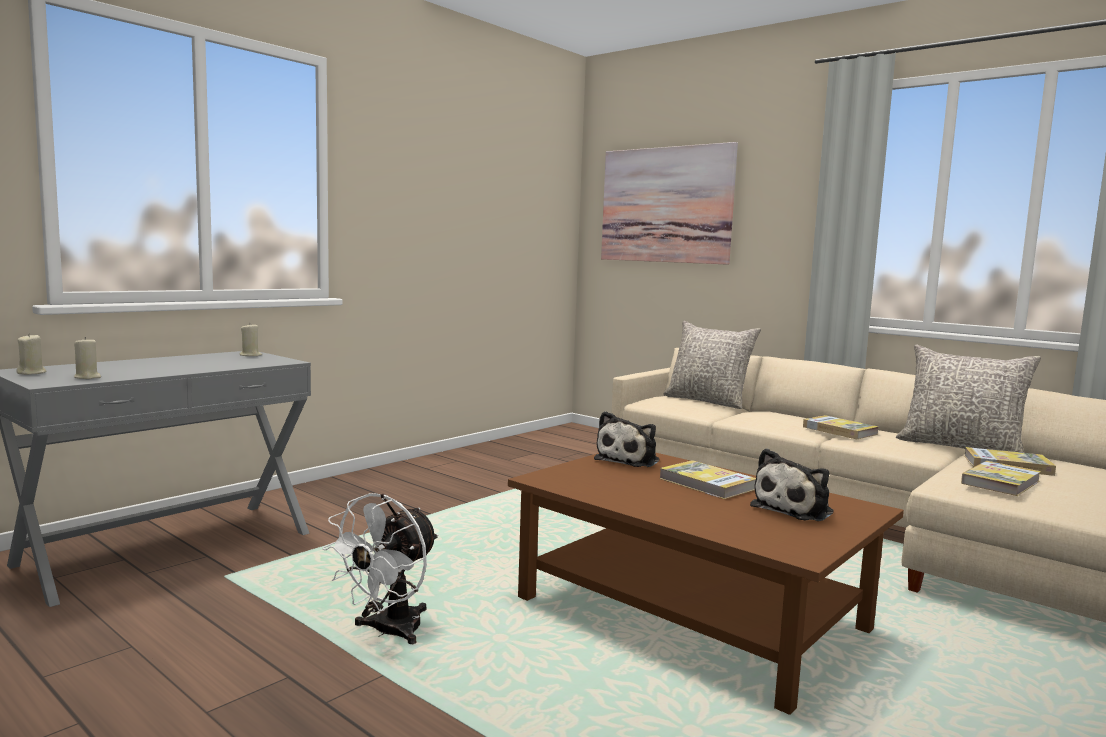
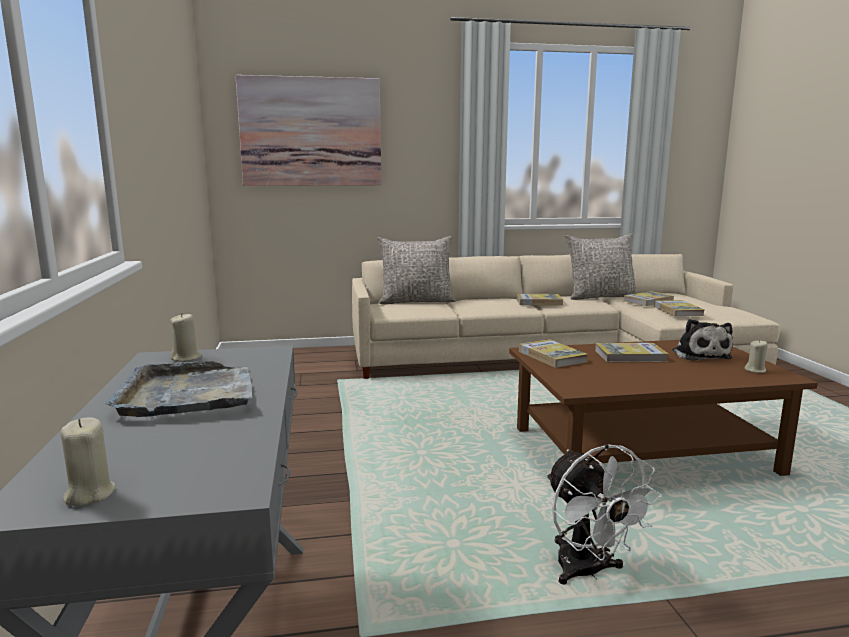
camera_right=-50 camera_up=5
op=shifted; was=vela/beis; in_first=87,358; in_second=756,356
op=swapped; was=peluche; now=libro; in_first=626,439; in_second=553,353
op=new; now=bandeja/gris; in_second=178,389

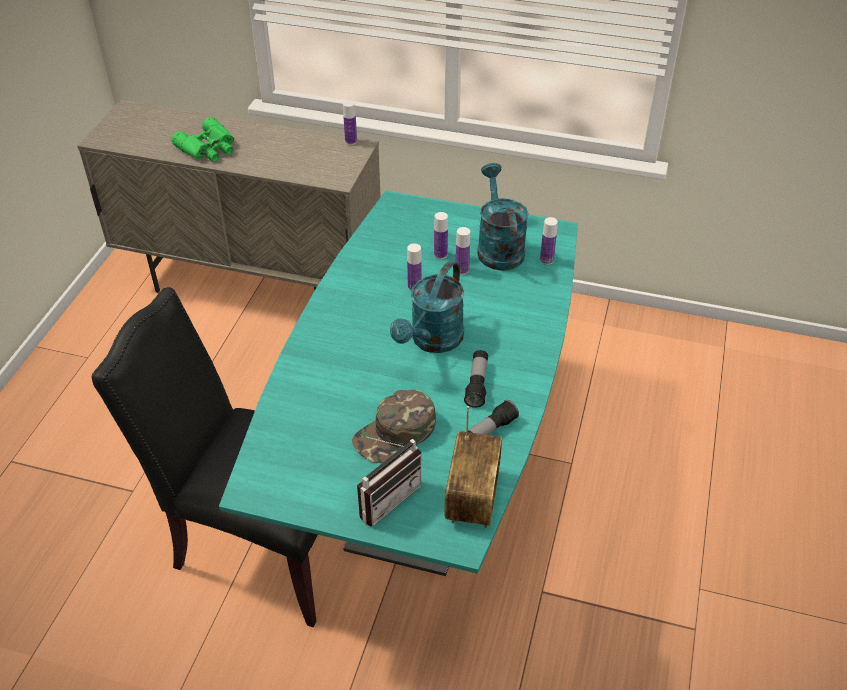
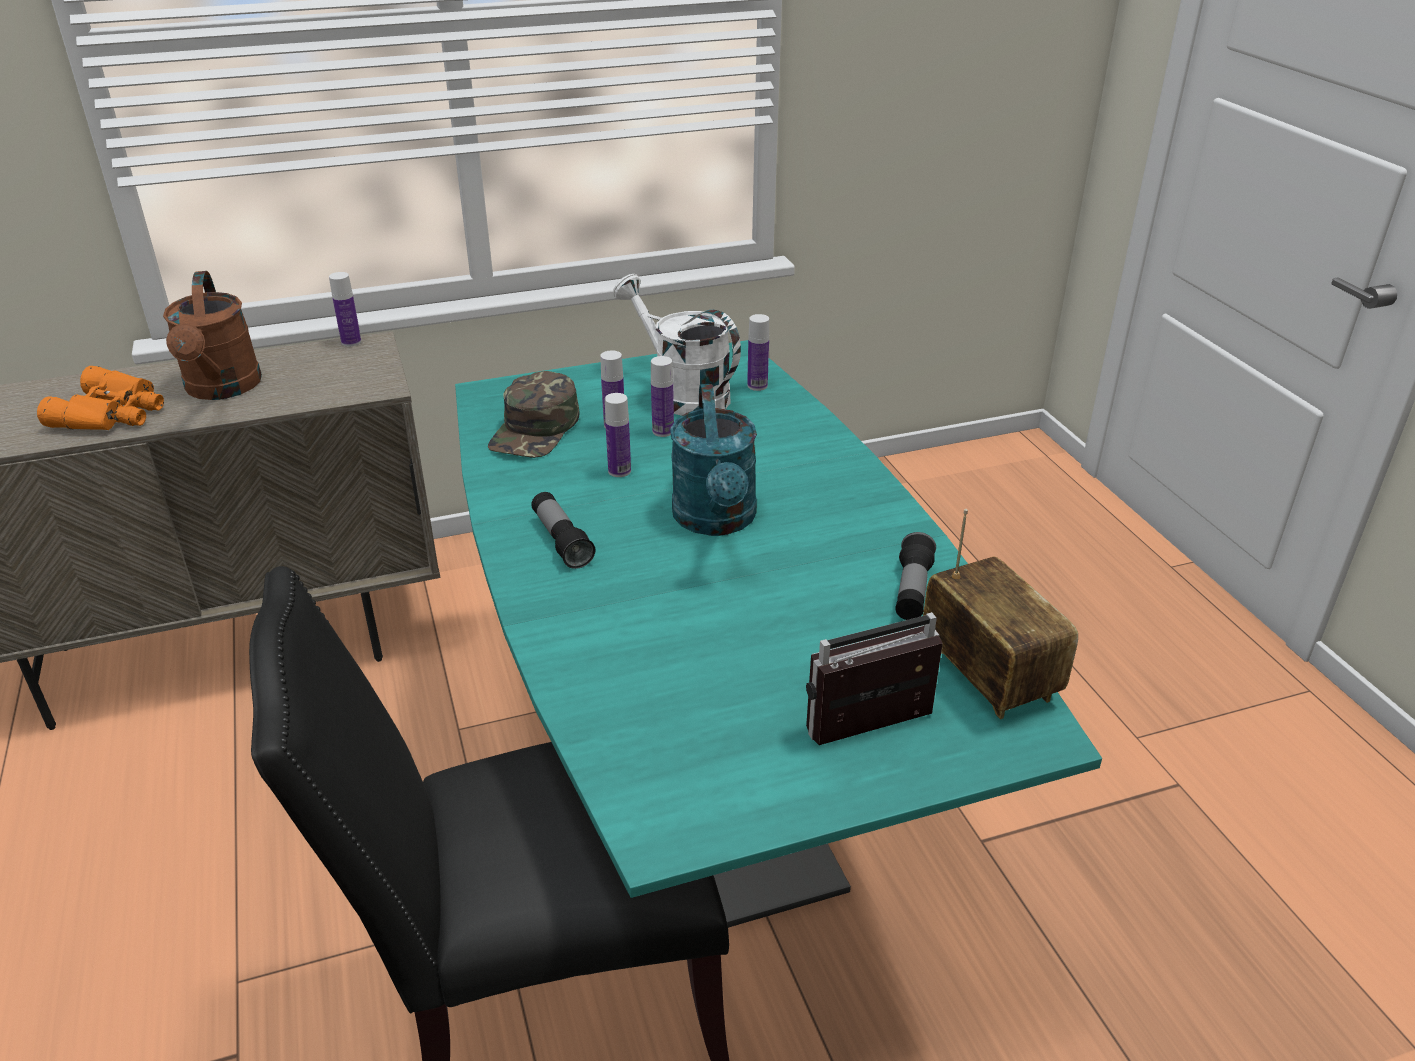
camera_right=-35 camera_up=-10
op=repainted; was=prismáticos/verde; now=prismáticos/naranja; in_first=203,139; in_second=100,398
op=repainted; was=regadera/turquesa; now=regadera/blanco; in_first=503,217; in_second=677,345
op=shifted; was=linterna; in_first=476,379; in_second=563,530
op=shifted; was=gorra/verde; in_first=394,426; in_second=533,414
op=rotated; was=radio; in_first=389,481; in_second=874,678; clockwise=-120
op=new; now=regadera/marrón; in_second=212,335

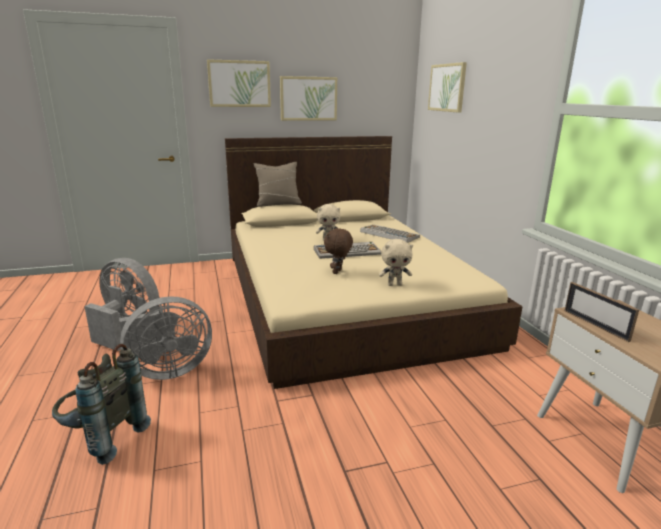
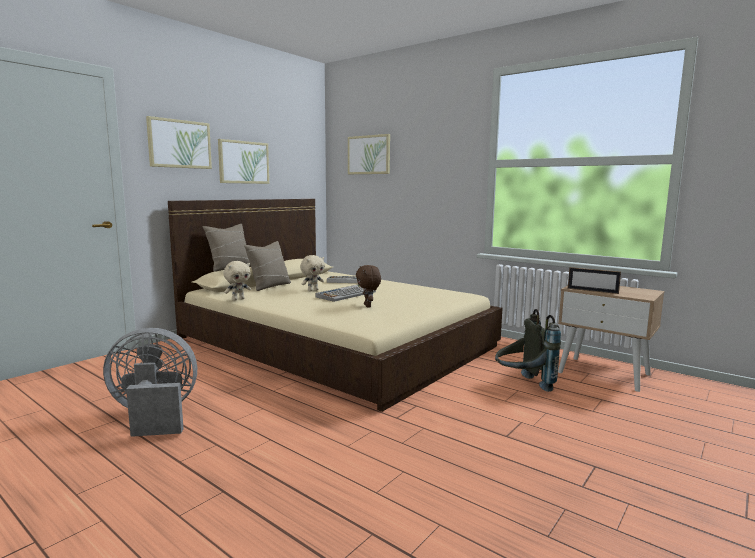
camera_right=-35 camera_up=-10
op=shifted; was=peluche/beis; in_first=396,262; in_second=237,281
op=gone; was=ventilador/gris; in_first=165,338
op=shifted; was=mochila/gris; in_first=101,404; in_second=528,350
op=new; now=cojín/beis; in_second=267,266

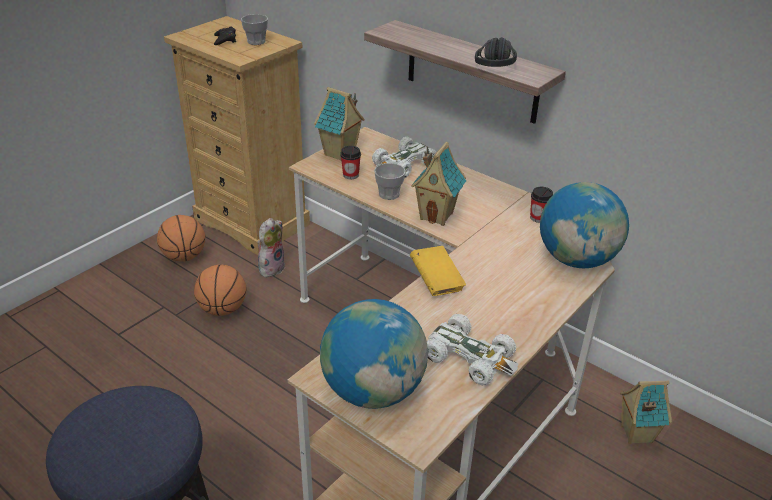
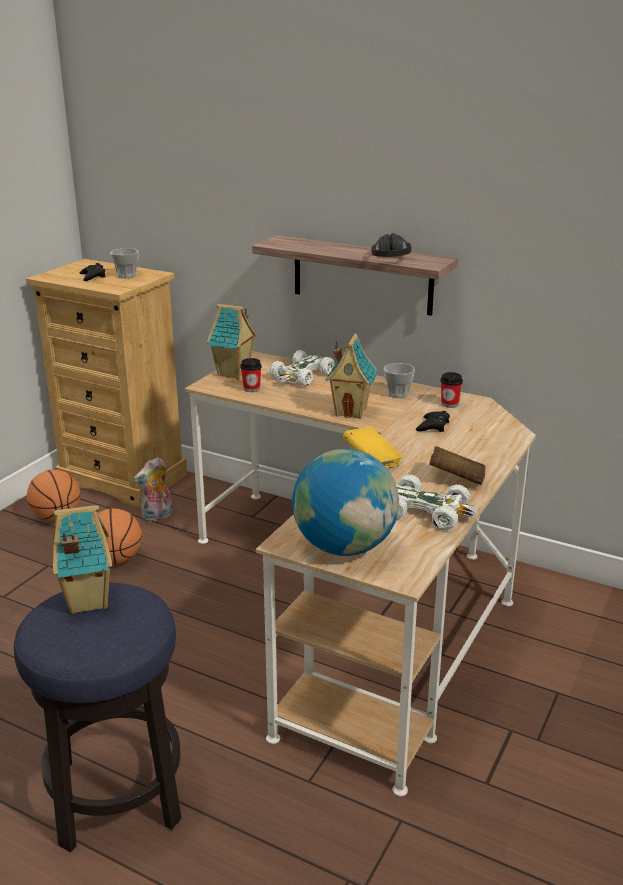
camera_right=-10 camera_up=-10
op=shifted; was=taza; in_first=390,181; in_second=399,380
op=gone; was=globo terráqueo; in_first=584,225
op=rotated; was=peluche; in_first=271,247; in_second=153,489; clockwise=-150
op=shifted; was=casita; in_first=646,412; in_second=82,559
op=new; now=mando de consola/negro; in_second=433,421
op=new; now=libro/marrón; in_second=457,465

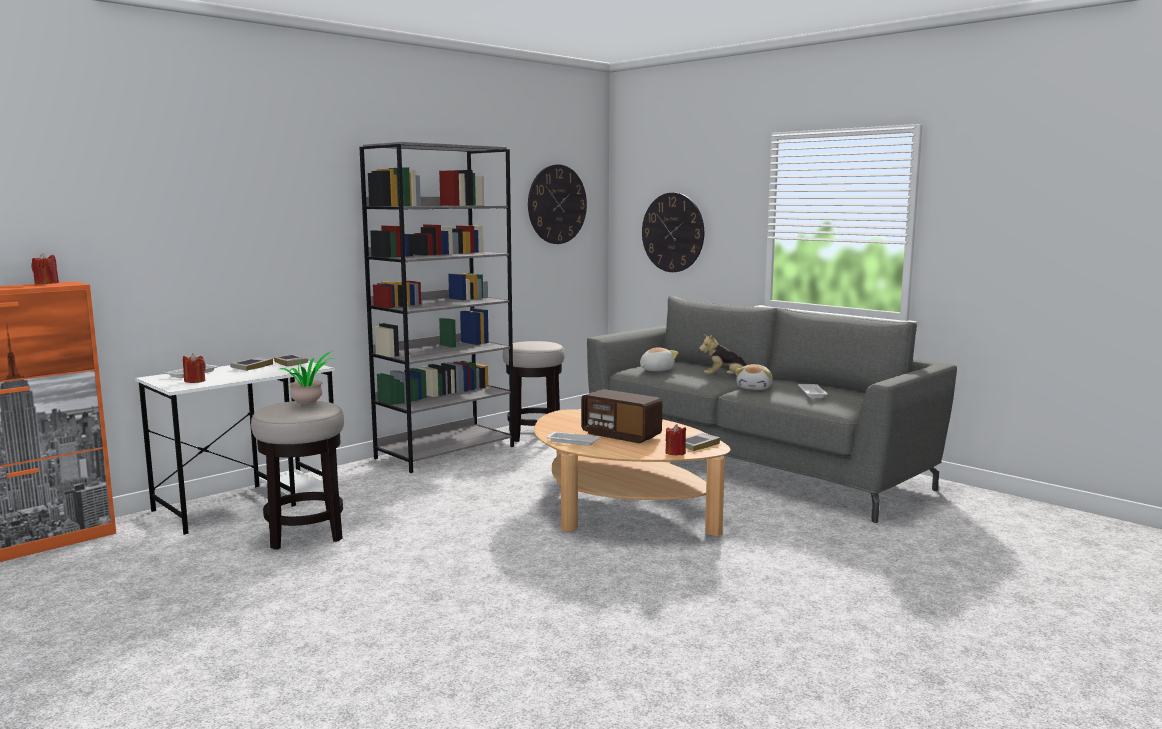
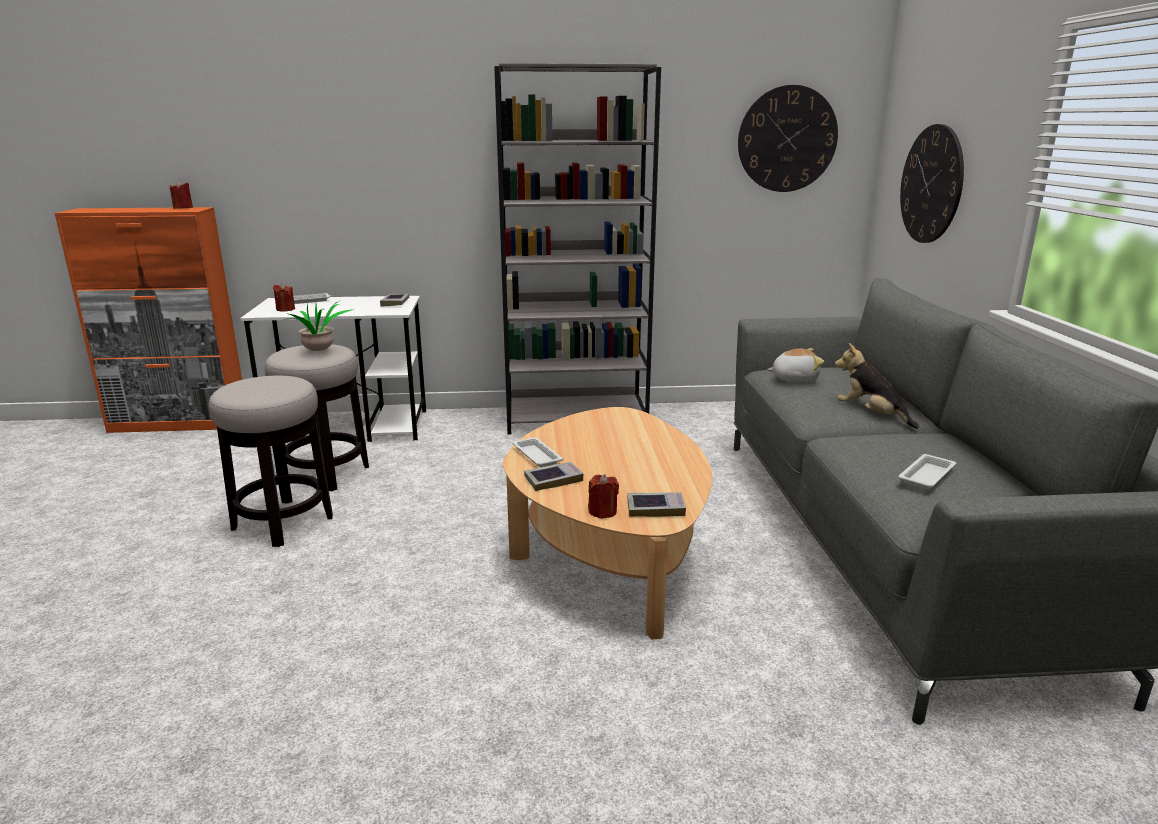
camera_right=40 camera_up=10
op=shifted; was=taburete; in_first=534,391; in_second=271,461
op=shifted; was=libro; in_first=251,364; in_second=554,476
op=gone; was=peluche; in_first=754,377
op=gone; was=radio; in_first=621,416

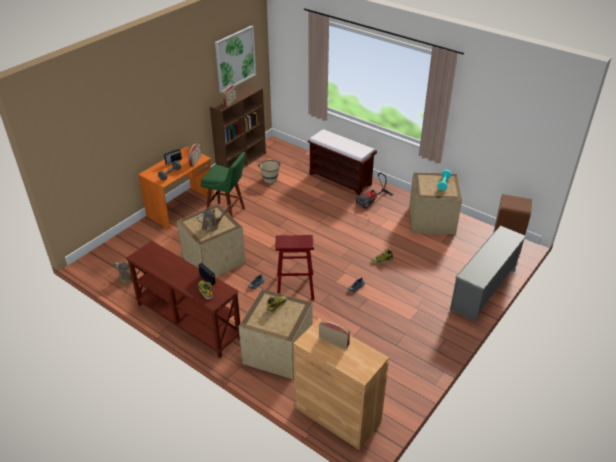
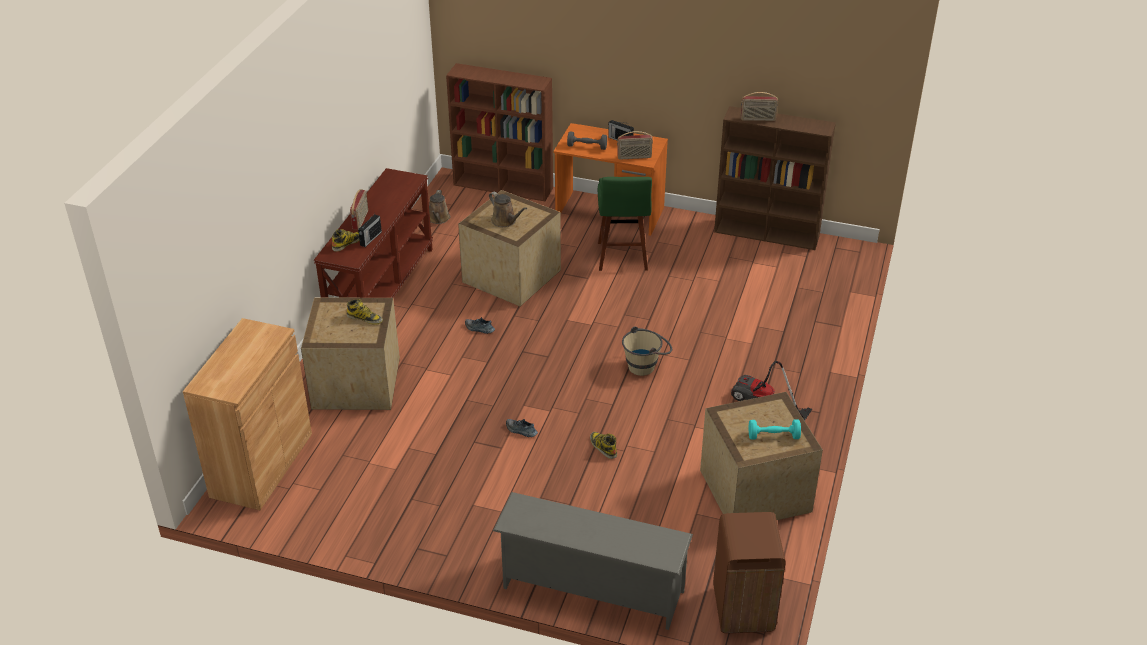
camera_right=70 camera_up=0
op=gone; was=cuadro; in_first=235,59
op=gone; was=banco/marrón; in_first=342,162
op=shifted; was=cubo/beis; in_first=269,171; in_second=647,351
op=gone; was=taburete/rojo; in_first=294,267
op=shifted; was=radio; in_first=334,334; in_second=359,209
op=new; now=estantería/marrón; in_second=499,132

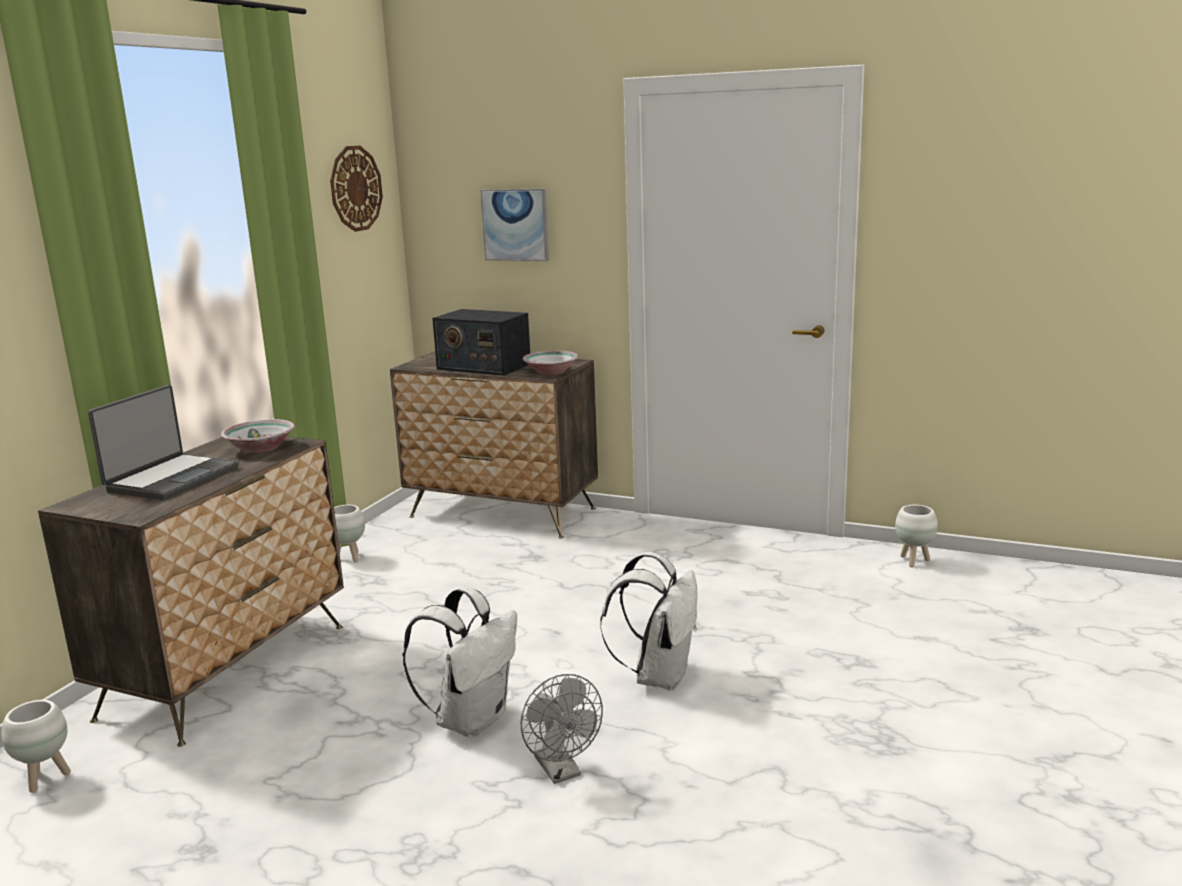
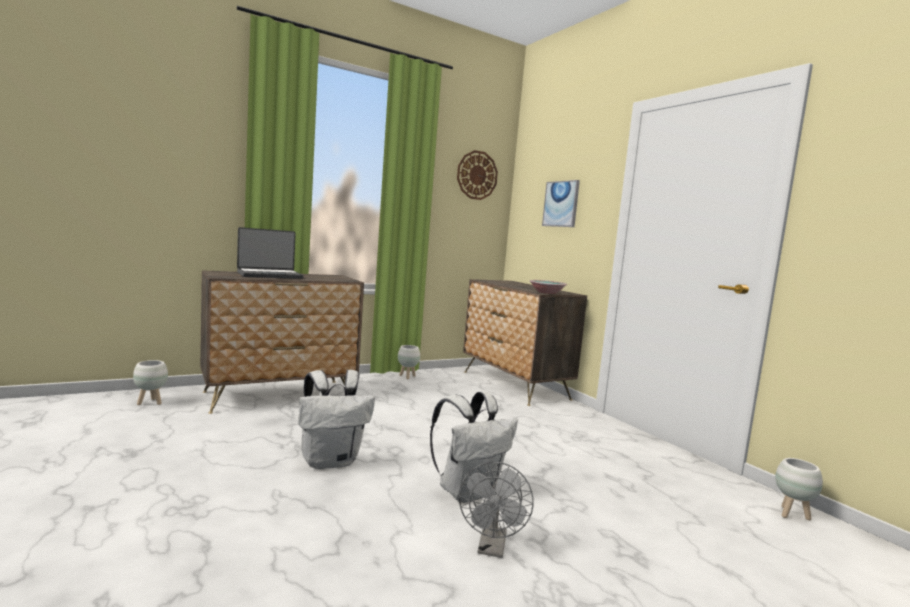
camera_right=35 camera_up=-10
op=gone; was=radio; in_first=481,342
op=gone; was=cuenco; in_first=258,436
op=shifted; was=ventilador/gris; in_first=561,729; in_second=496,510

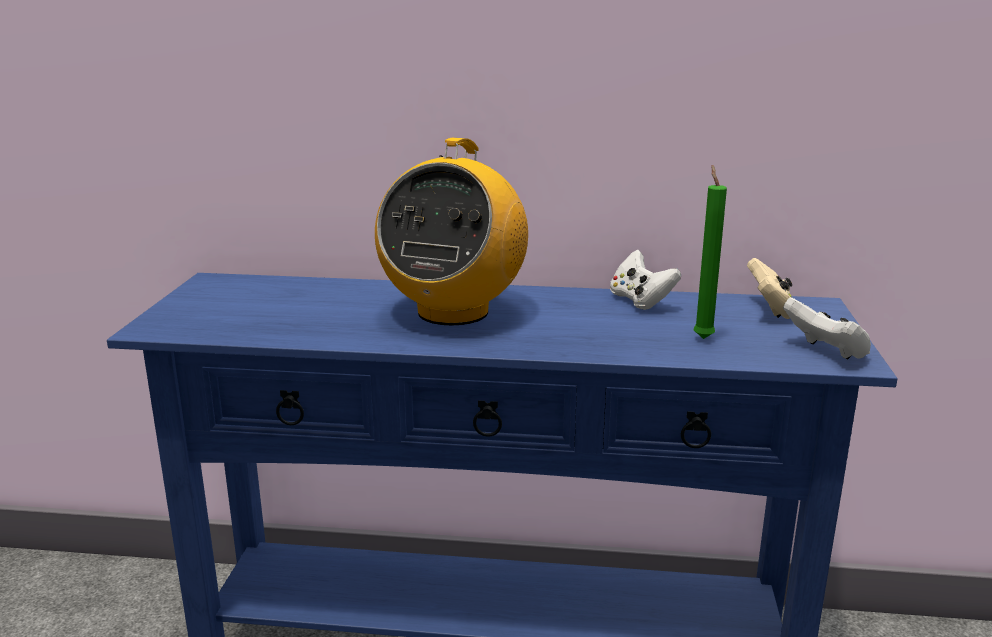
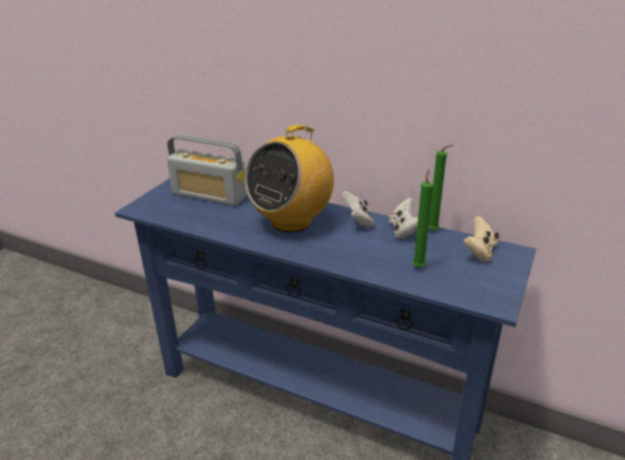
camera_right=20 camera_up=10
op=shifted; was=mando de consola/blanco; in_first=827,328; in_second=358,209
op=new; now=radio; in_second=207,170
op=new; now=vela/verde; in_second=440,187

